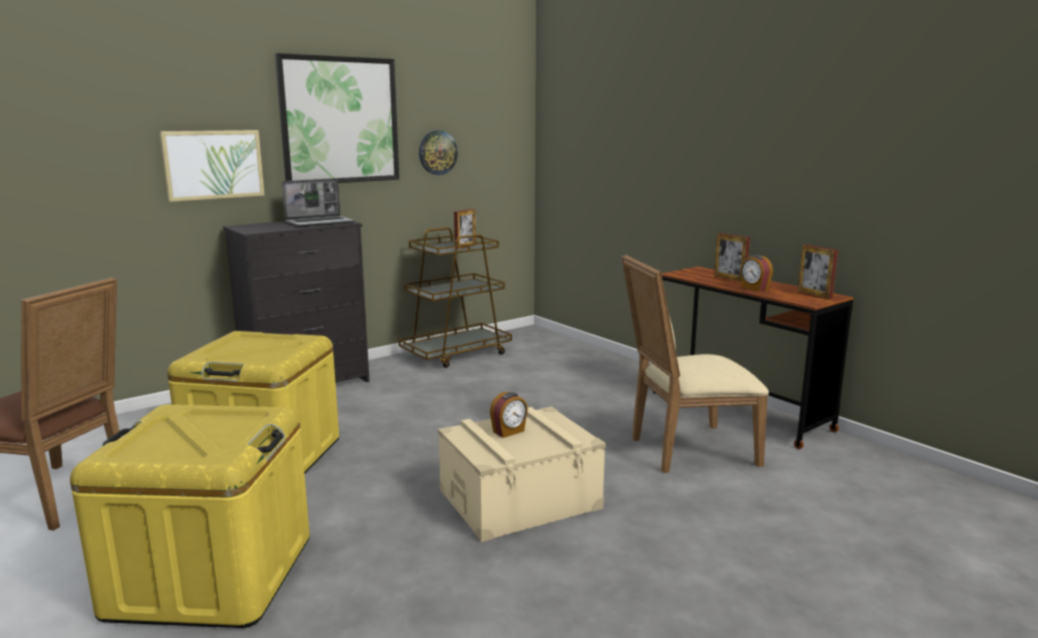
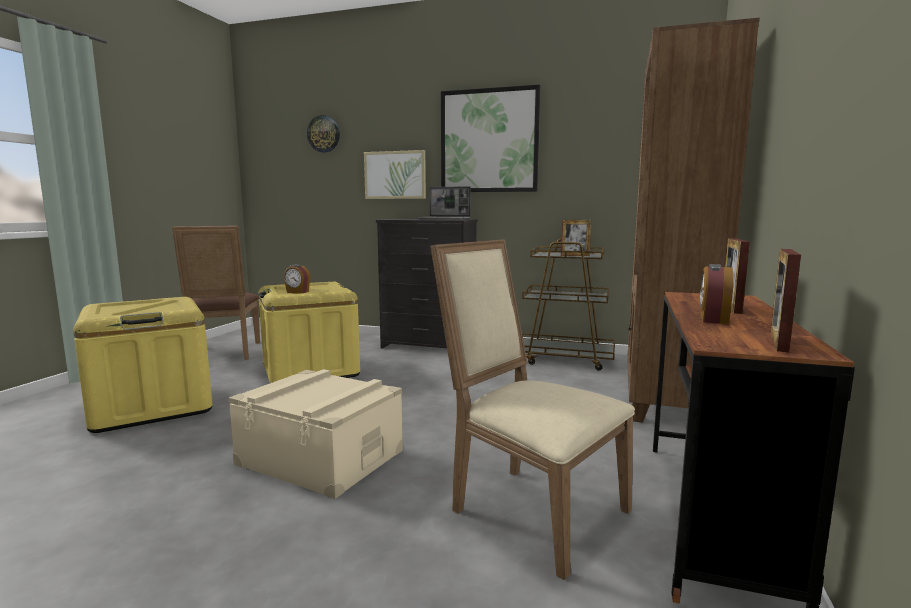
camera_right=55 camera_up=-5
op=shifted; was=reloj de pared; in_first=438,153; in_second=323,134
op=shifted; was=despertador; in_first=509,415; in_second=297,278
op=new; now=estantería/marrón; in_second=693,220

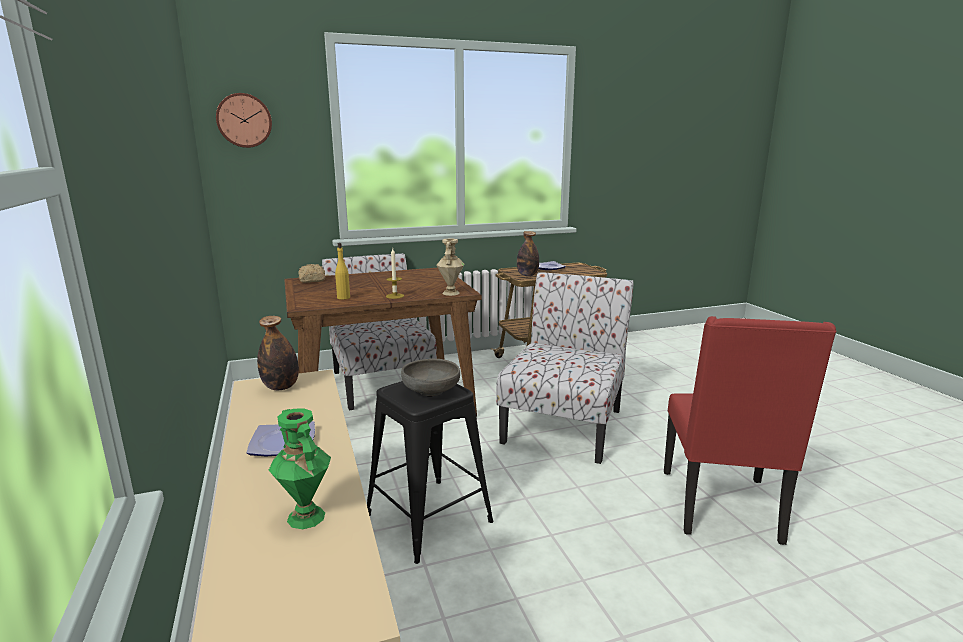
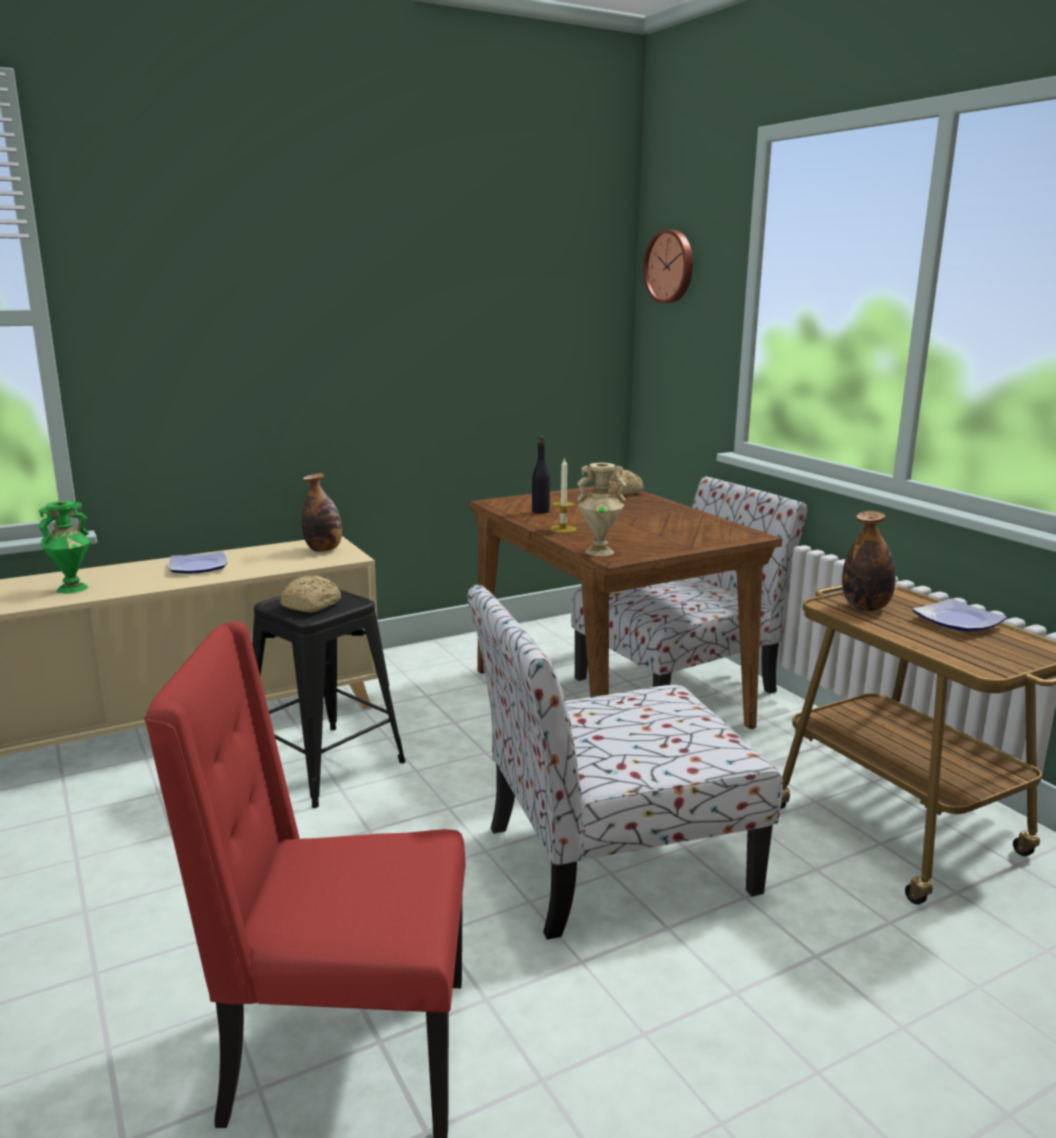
camera_right=80 camera_up=0
op=repainted; was=botella/amarillo; now=botella/negro; in_first=342,271; in_second=541,475
op=rotated; was=silla; in_first=565,368; in_second=625,762; clockwise=150
op=swapped; was=cuenco/gris; now=pan; in_first=430,377; in_second=310,594

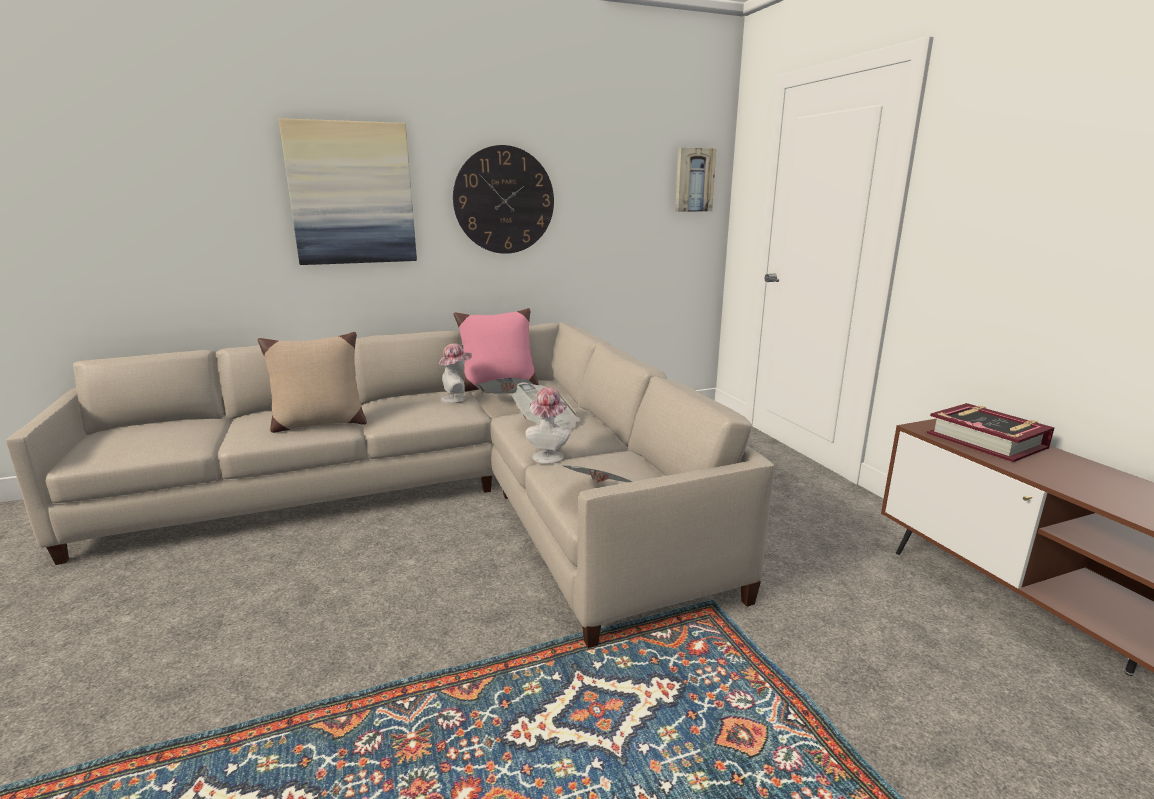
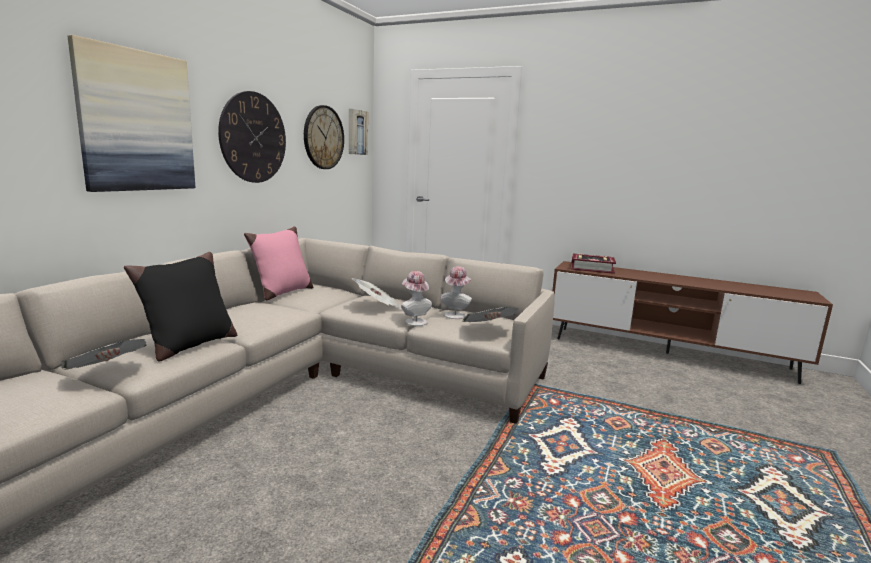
camera_right=-45 camera_up=-5
op=repainted; was=cojín/beis; now=cojín/negro; in_first=312,382; in_second=180,307
op=shifted; was=sombrero; in_first=455,373; in_second=456,292
op=shifted; was=periódico; in_first=504,386; in_second=104,354
op=new; now=reloj de pared; in_second=324,137

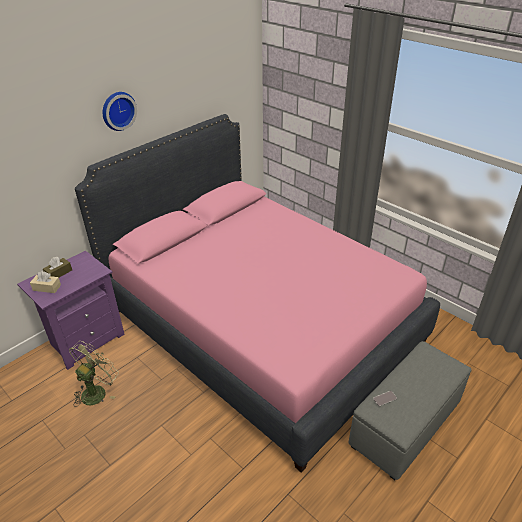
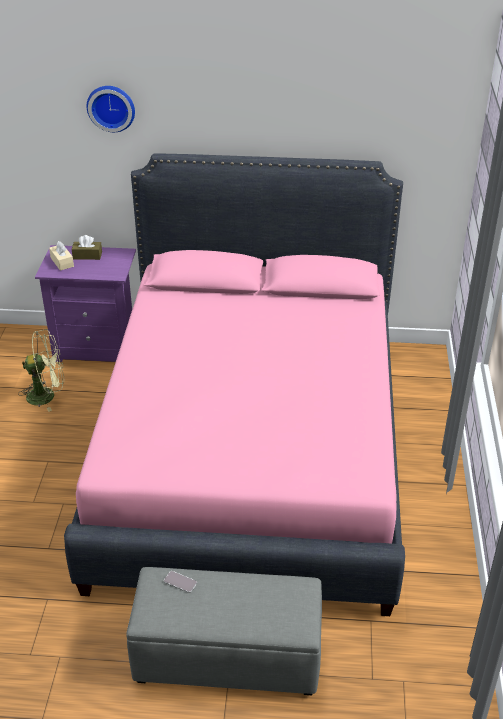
camera_right=50 camera_up=0
op=shifted; was=reloj de pared; in_first=120,111; in_second=111,109

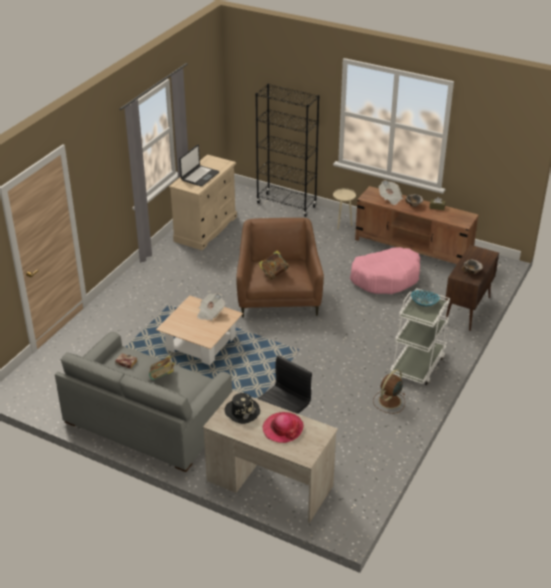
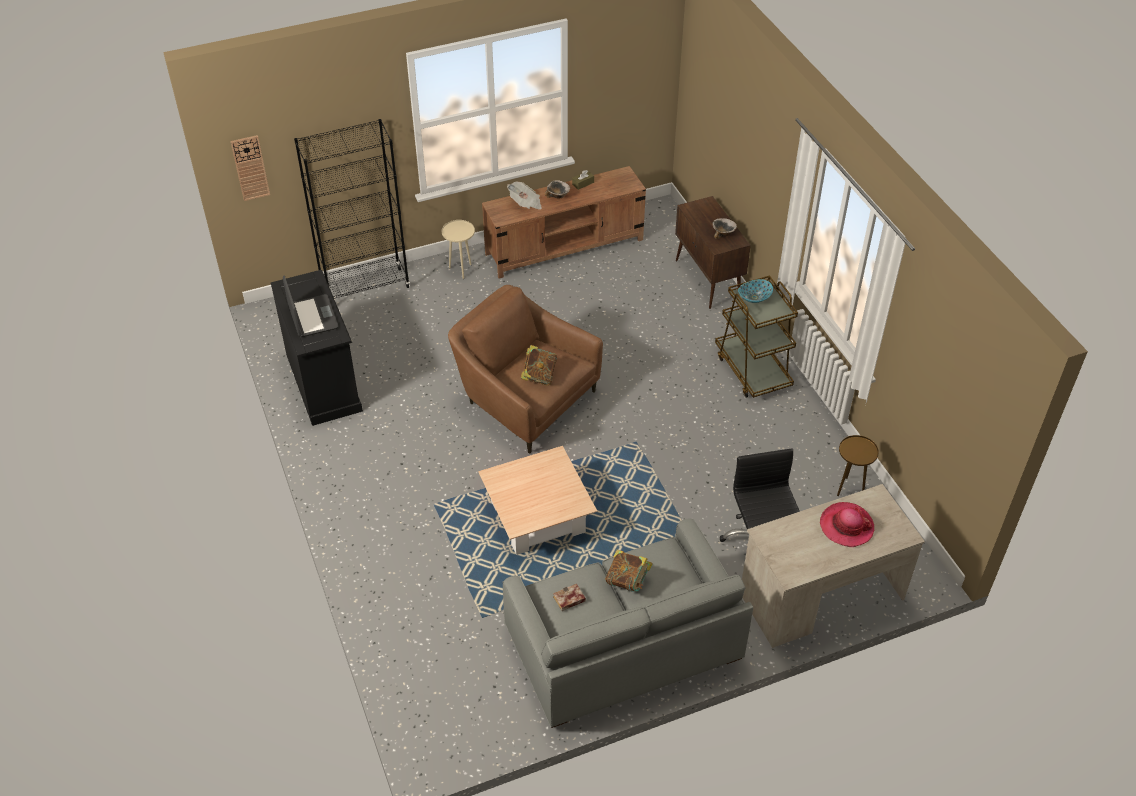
camera_right=-50 camera_up=10
op=repainted; was=cómoda/beis; now=cómoda/negro; in_first=203,202; in_second=316,348
op=gone; was=cama para perro/rosa; in_first=385,270
op=repainted; was=carrito/blanco; now=carrito/marrón; in_first=420,336; in_second=756,336
op=gone; was=periódico; in_first=211,307
op=gone; was=ventilador/marrón; in_first=389,391
op=gone; was=sombrero/negro; in_first=242,408
op=new; now=reloj de pared; in_second=250,168
op=new; now=mesa auxiliar/marrón; in_second=858,465

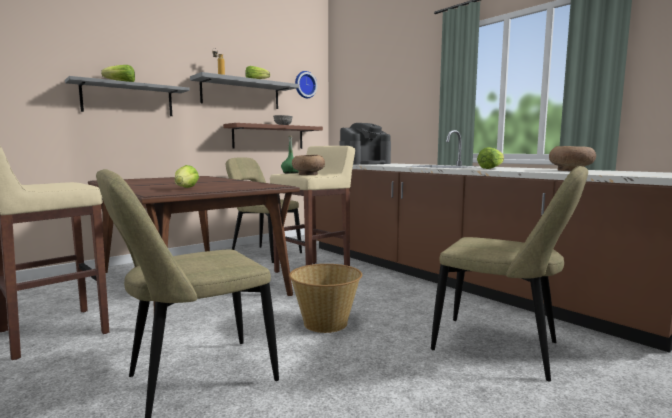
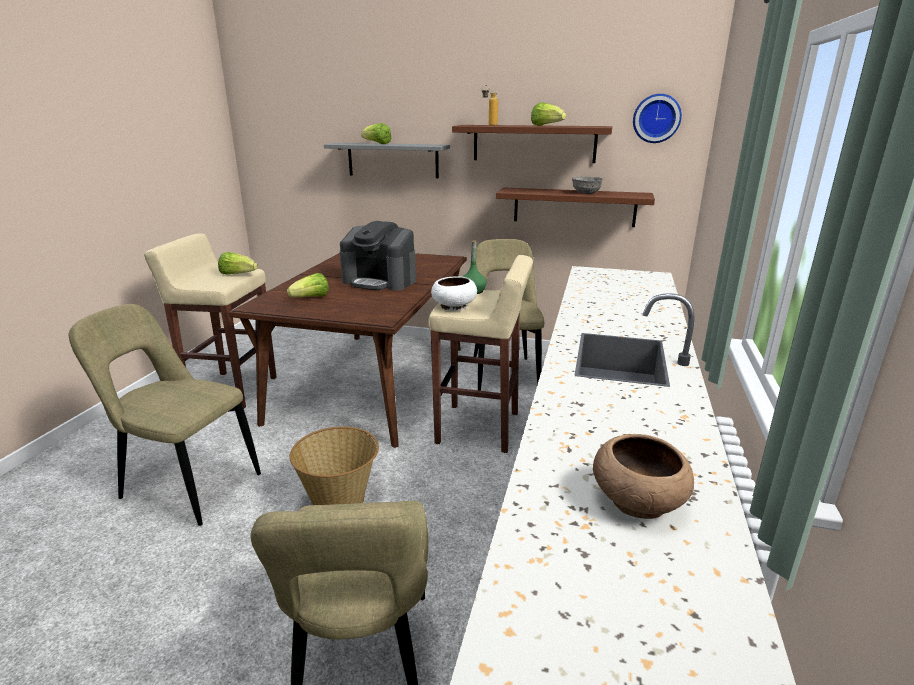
camera_right=55 camera_up=15
op=repainted; was=estante/gris; now=estante/marrón; in_first=244,90; in_second=532,144
op=shifted; was=cafetera; in_first=365,144; in_second=378,256
op=shifted; was=lechuga; in_first=490,158; in_second=238,263
op=repainted; was=cuenco/marrón; now=cuenco/blanco; in_first=308,165; in_second=454,293

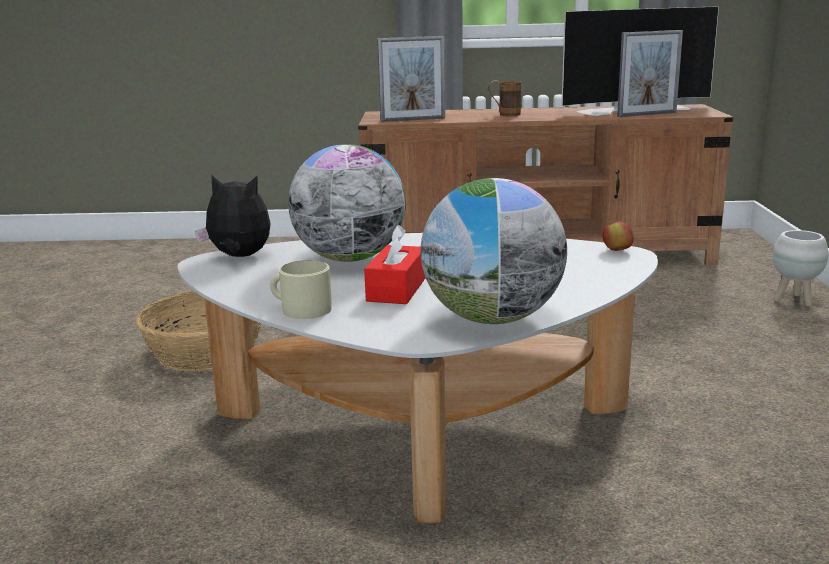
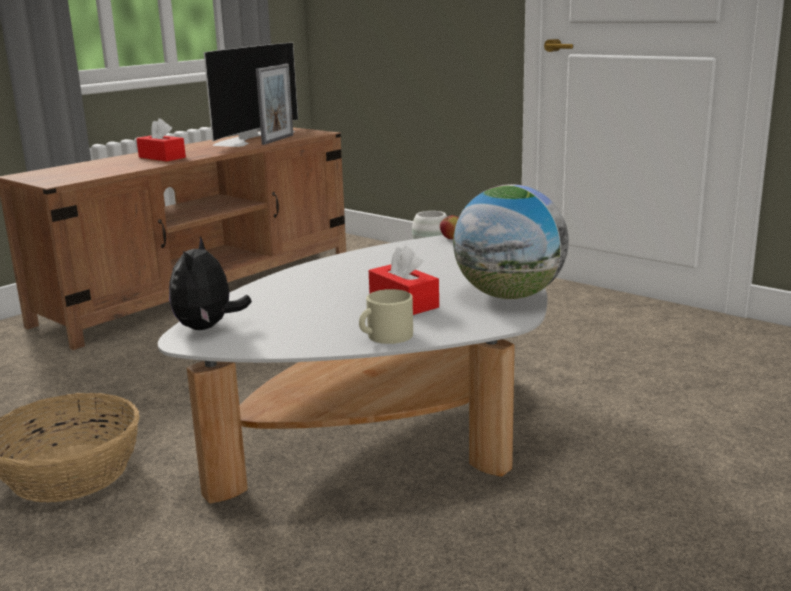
camera_right=-50 camera_up=0
op=gone; was=portarretratos; in_first=411,79
op=swapped; was=taza grande/marrón; now=caja de pañuelos/rojo; in_first=504,98; in_second=161,139
op=gone; was=globo terráqueo; in_first=347,203
op=rotated; was=peluche; in_first=233,215; in_second=210,283; clockwise=-45

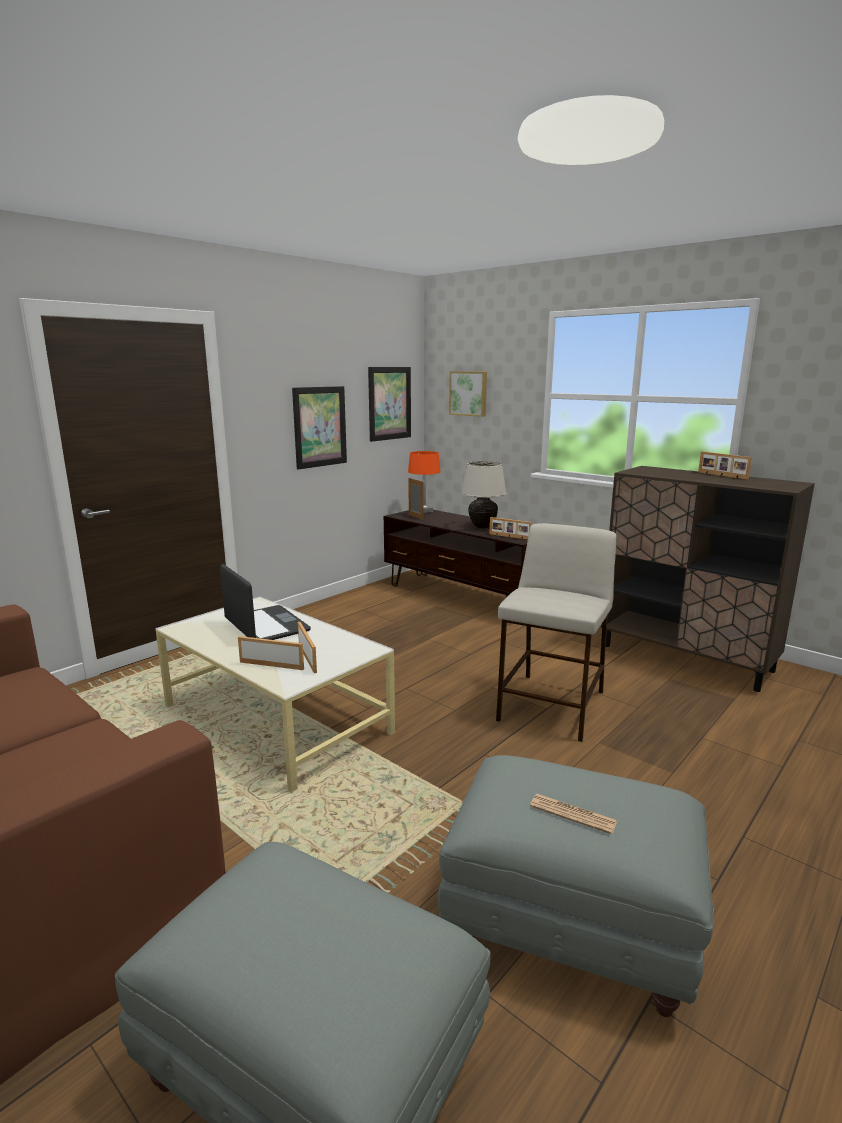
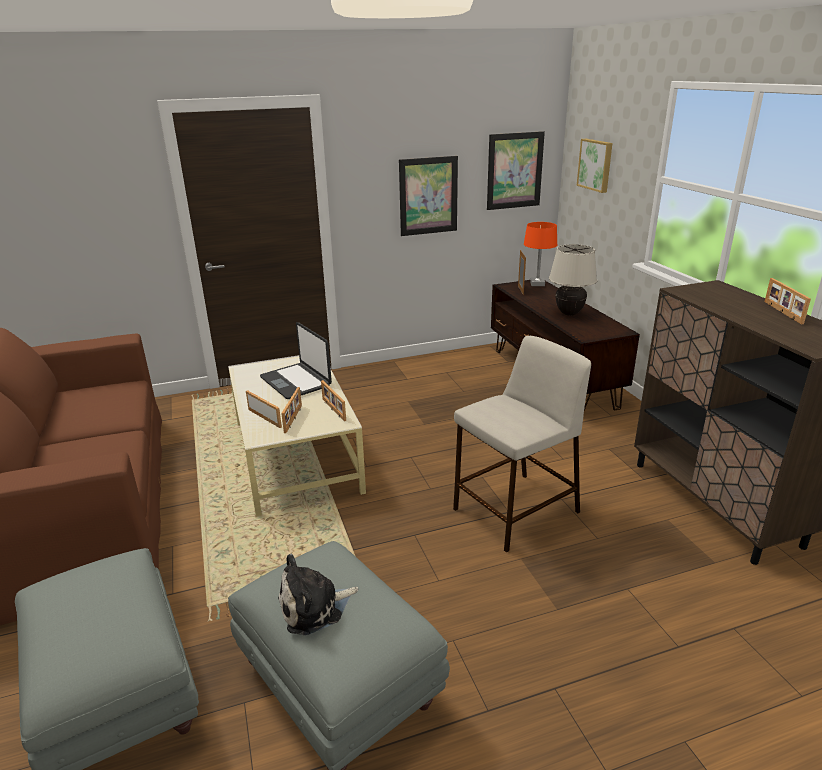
camera_right=30 camera_up=10
op=shifted; was=portarretratos; in_first=511,528; in_second=333,400
op=rotated; was=portátil; in_first=265,602; in_second=296,360; clockwise=150
op=swapped; was=periódico; now=peluche; in_first=573,814; in_second=318,594

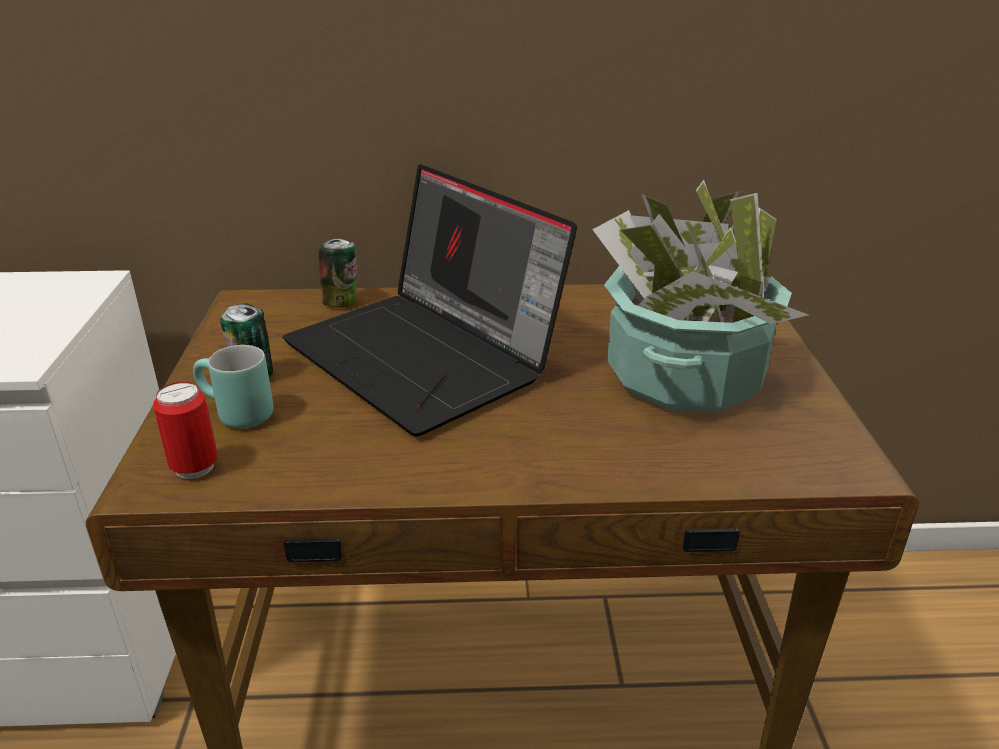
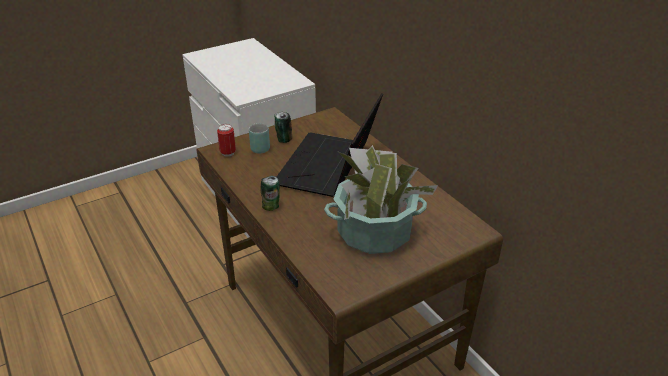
camera_right=60 camera_up=5
op=shifted; was=lata; in_first=338,273; in_second=270,193

